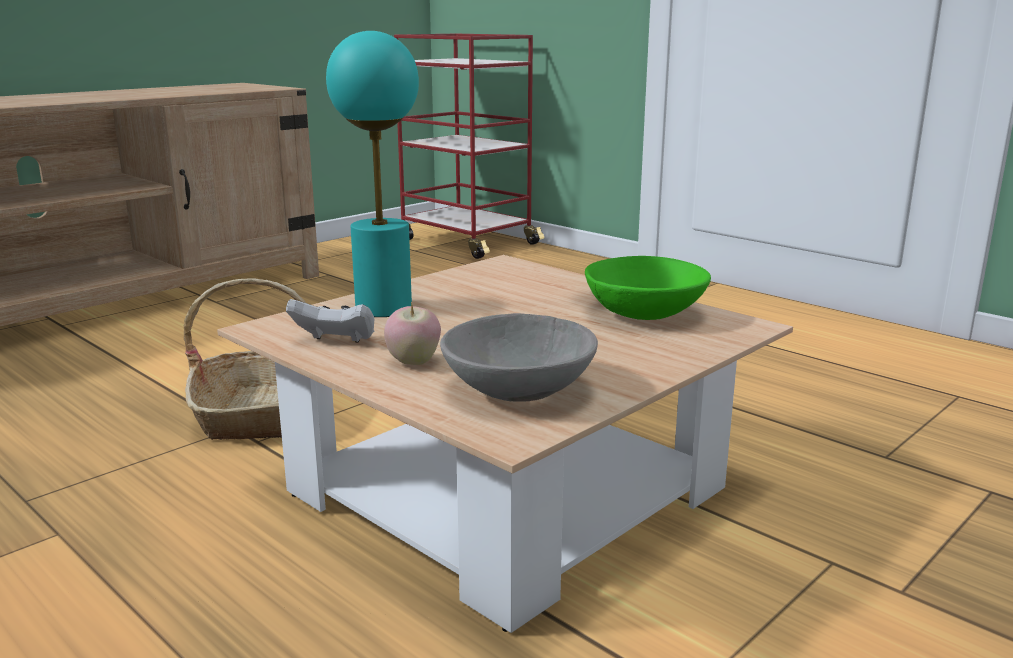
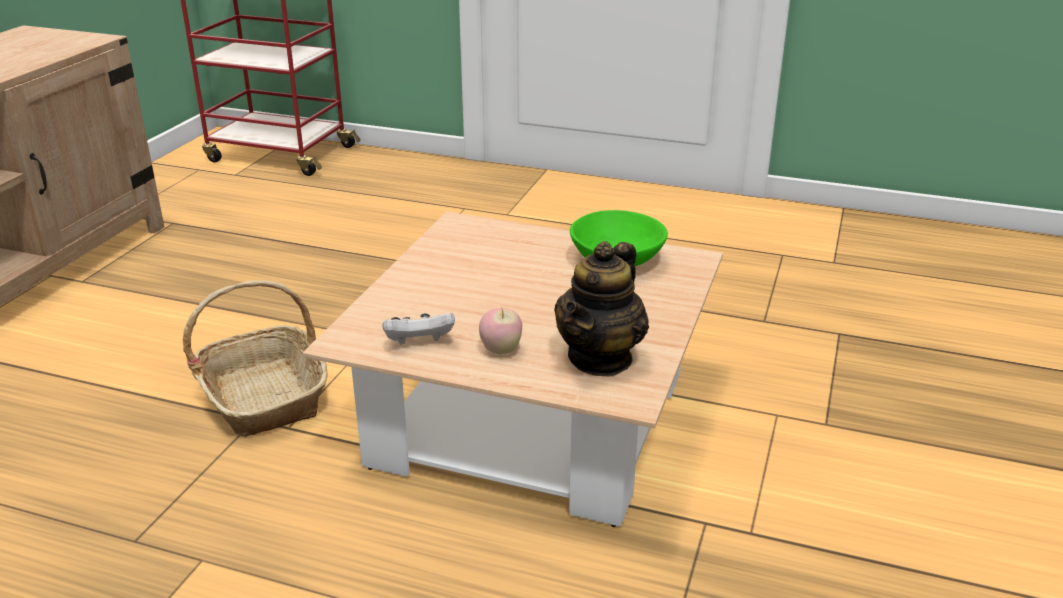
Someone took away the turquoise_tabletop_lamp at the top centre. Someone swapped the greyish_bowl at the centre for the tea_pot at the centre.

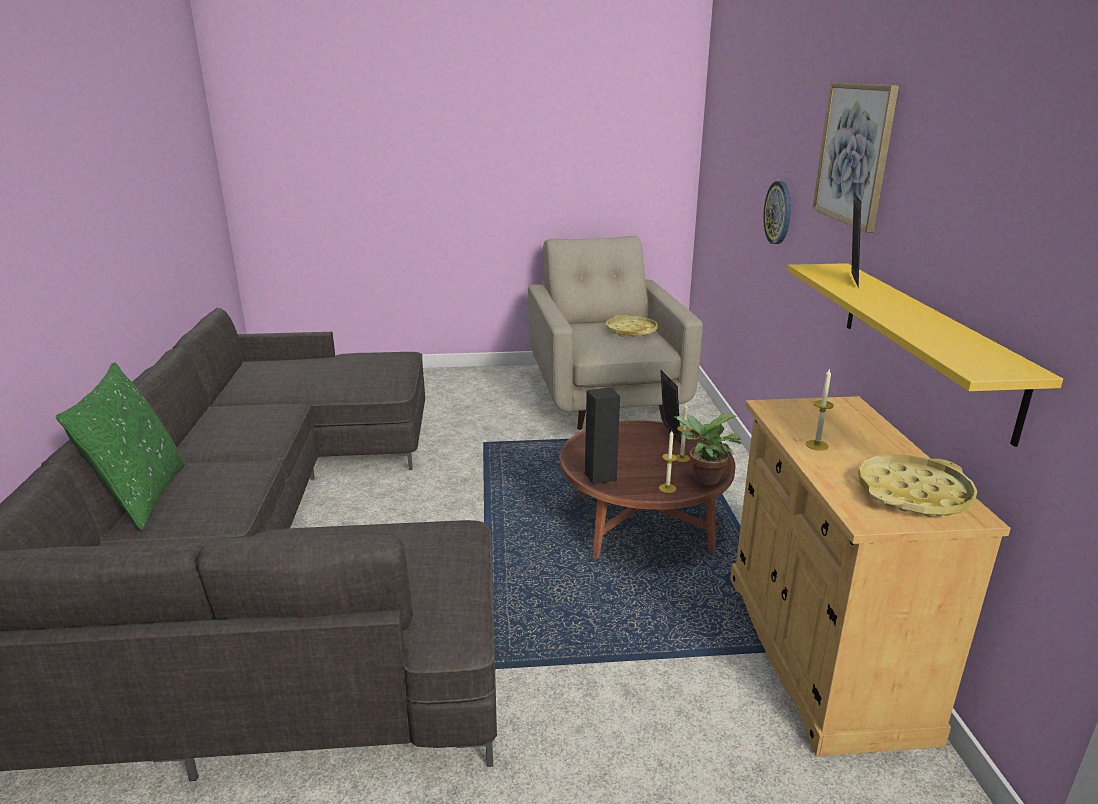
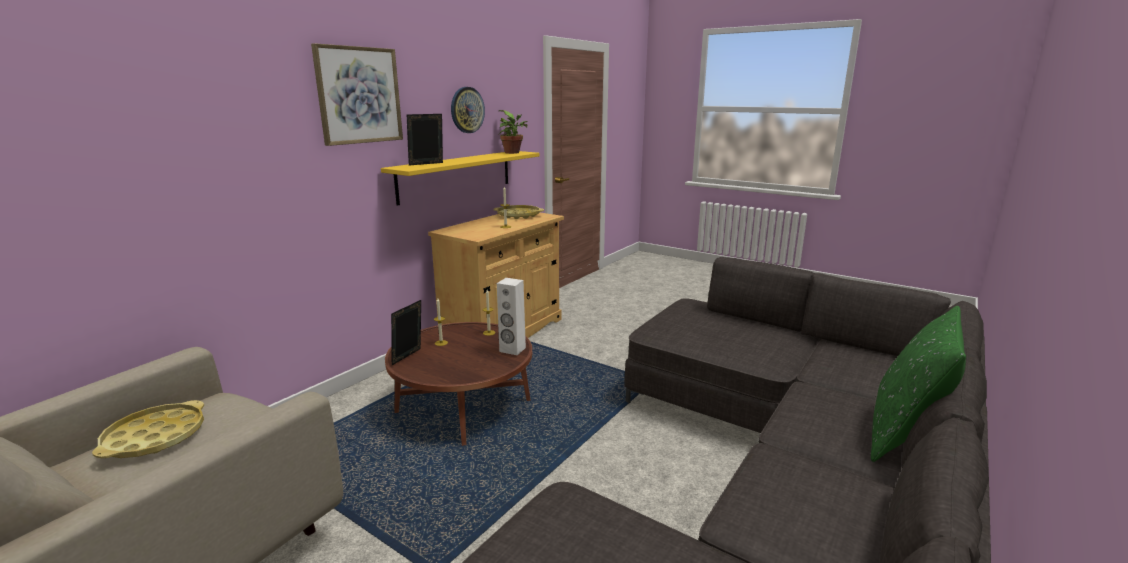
Someone carried the wall_clock from the top right to the top centre. Someone repainted the black-coloured_audio_speaker at the centre, which became the white-coloured_audio_speaker at the centre. Someone carried the plant_in_a_pot from the centre to the top centre.

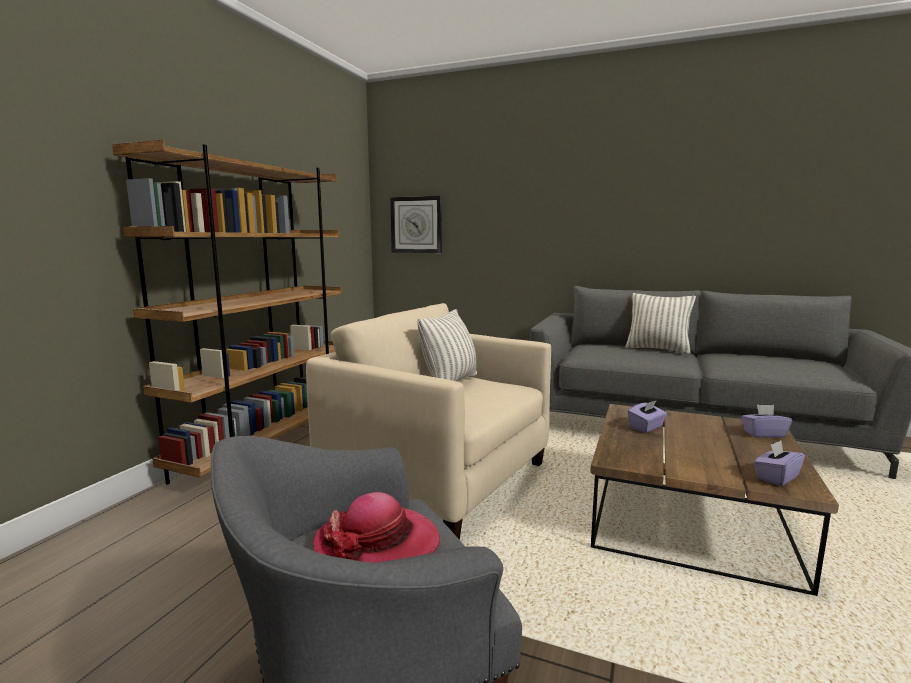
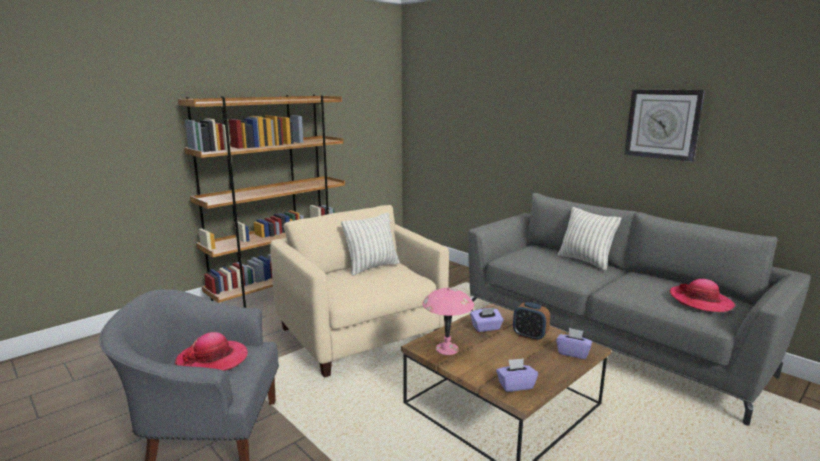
Someone carried the wall_clock from the top centre to the top right. Someone put down the wearable_hat (2nd from left) at the middle right. Someone put down the pink_tabletop_lamp at the bottom centre. Someone put down the table_clock at the bottom centre.

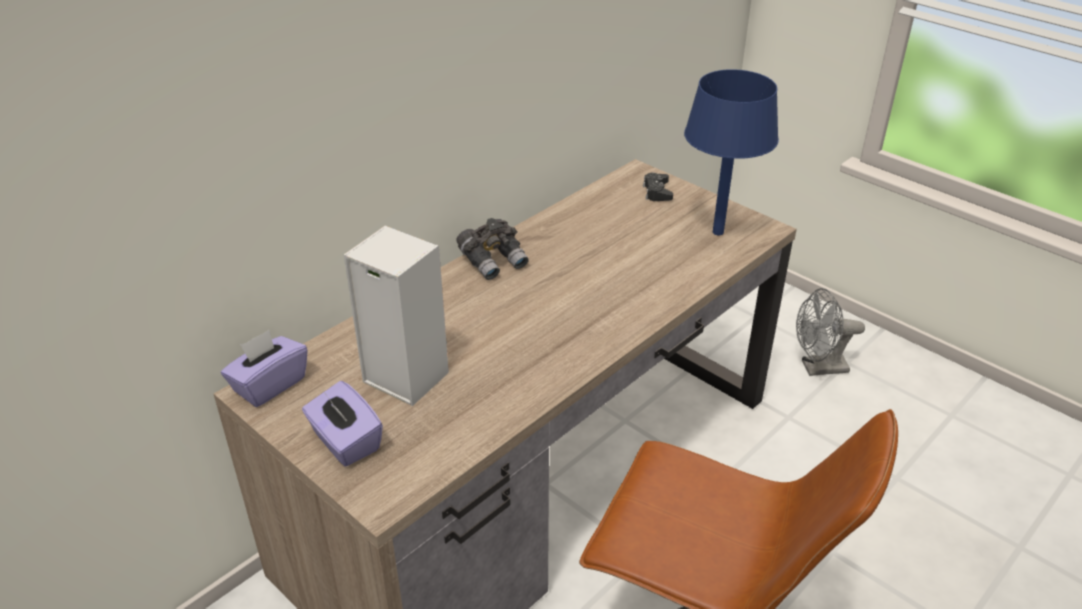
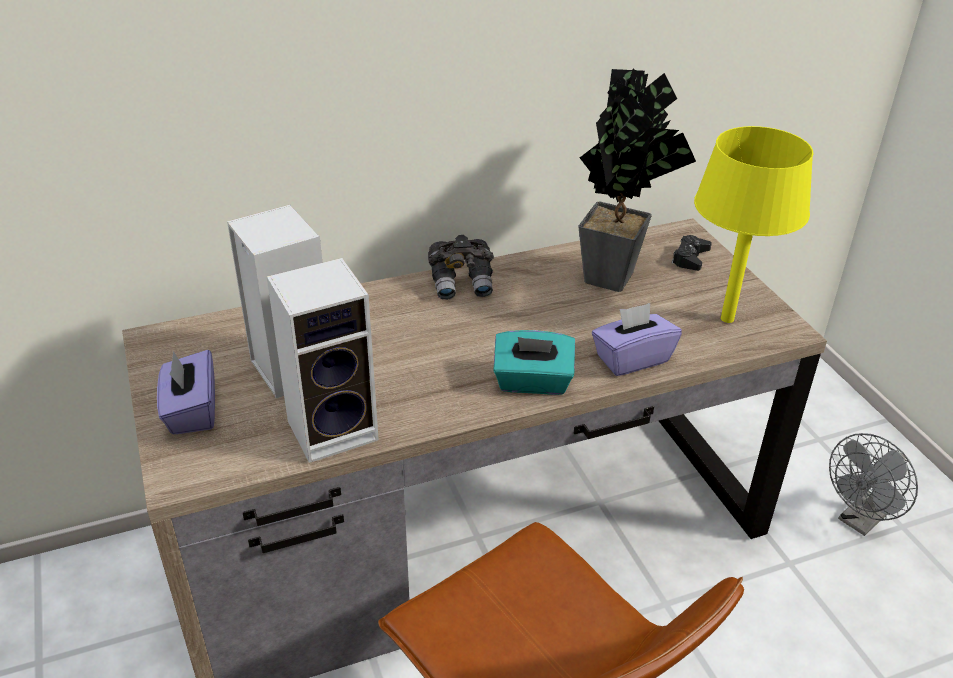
Someone repainted the blue-coloured_tabletop_lamp at the top right, which became the yellow_tabletop_lamp at the top right. Someone rotated the greyish_electric_fan at the middle right by 60 degrees counterclockwise. Someone carried the purplish_tissue_holder (1st from left in the first image) from the middle left to the middle right. Someone put down the plant_in_a_pot at the top right. Someone put down the audio_speaker (2nd from left) at the centre. Someone put down the turquoise_tissue_holder at the centre.

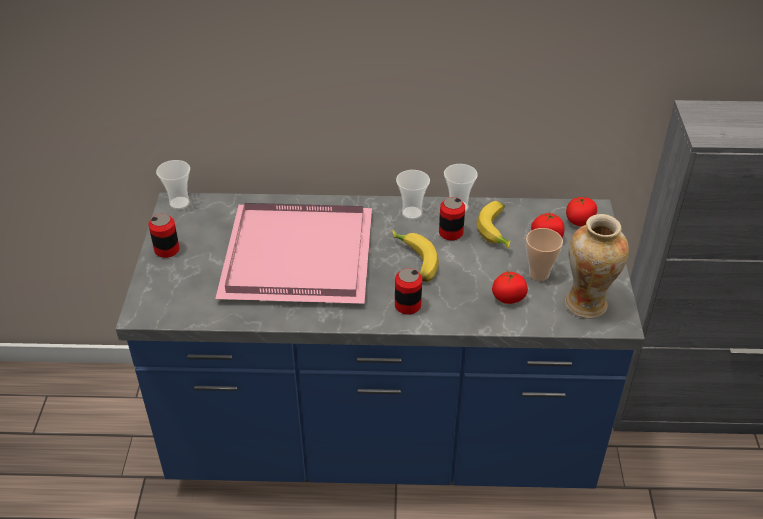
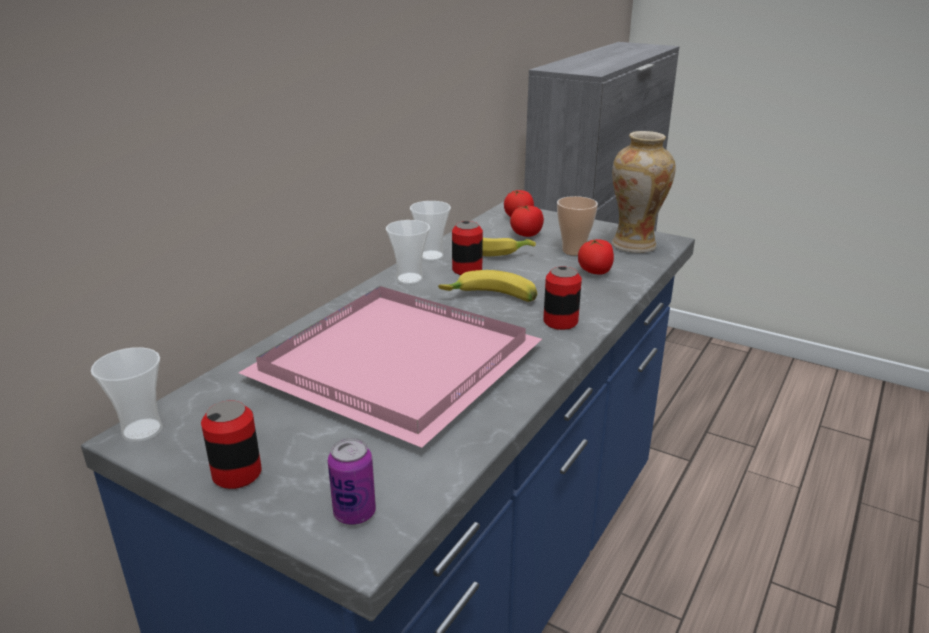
Someone put down the sealed_can (2nd from left) at the bottom centre.

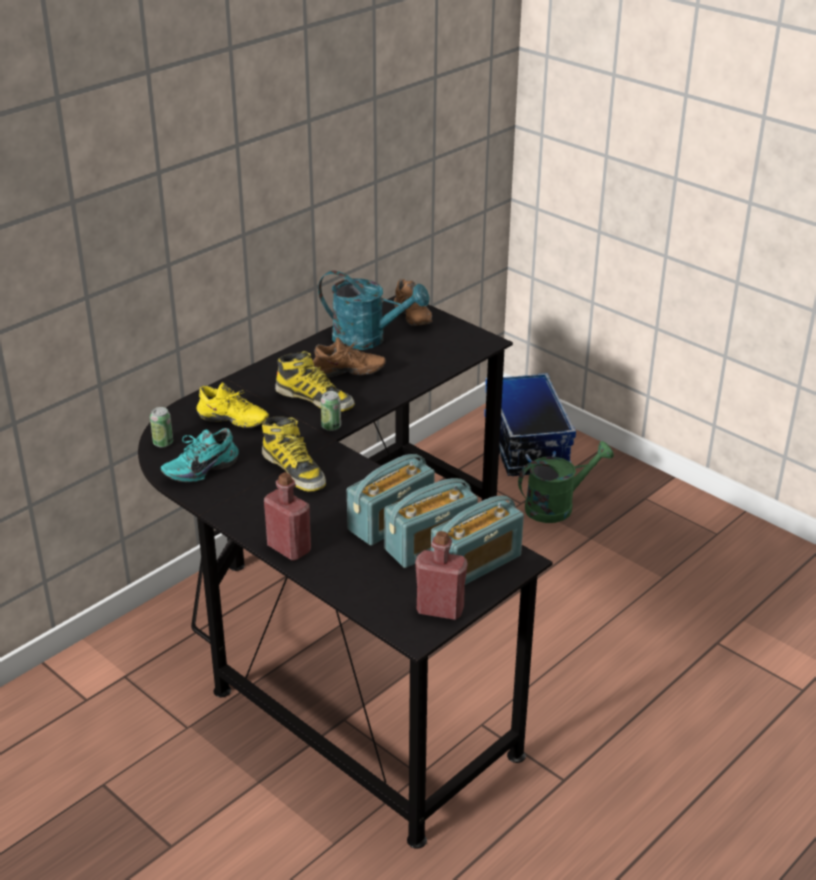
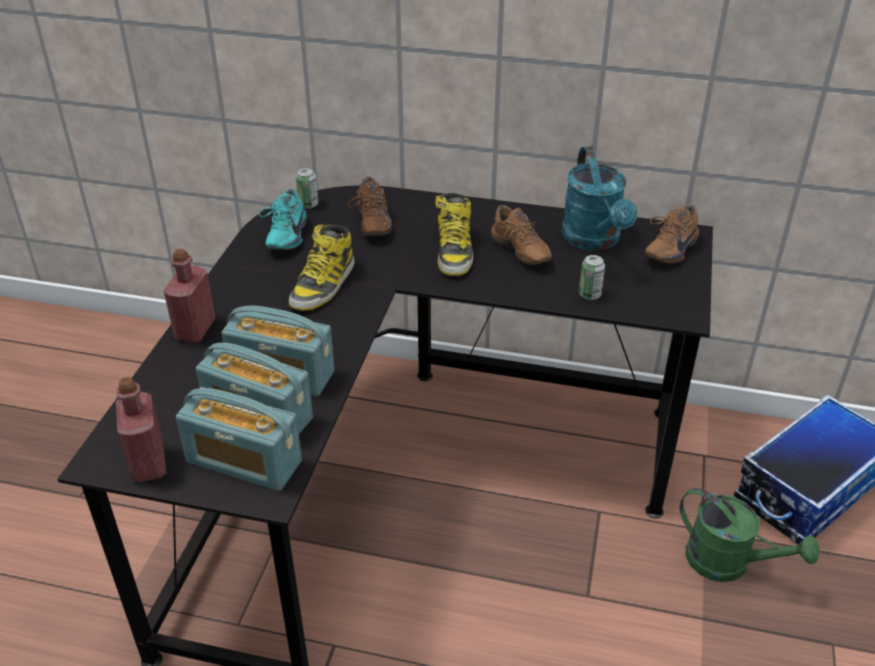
Someone repainted the yellow_item_of_footwear at the middle left, which became the brown-coloured_item_of_footwear (1st from left) at the top centre. Someone carried the sealed_can (2nd from left) from the centre to the middle right. Someone rotated the turquoise_item_of_footwear at the middle left by 105 degrees counterclockwise.

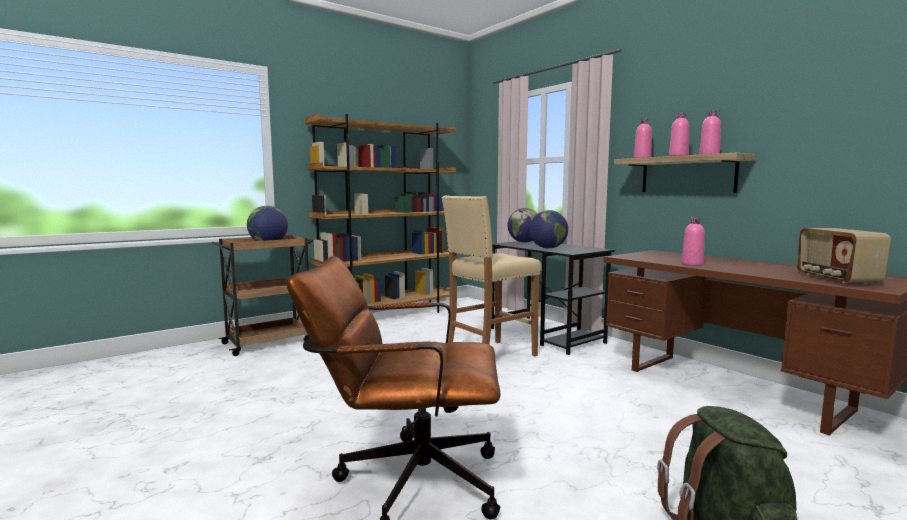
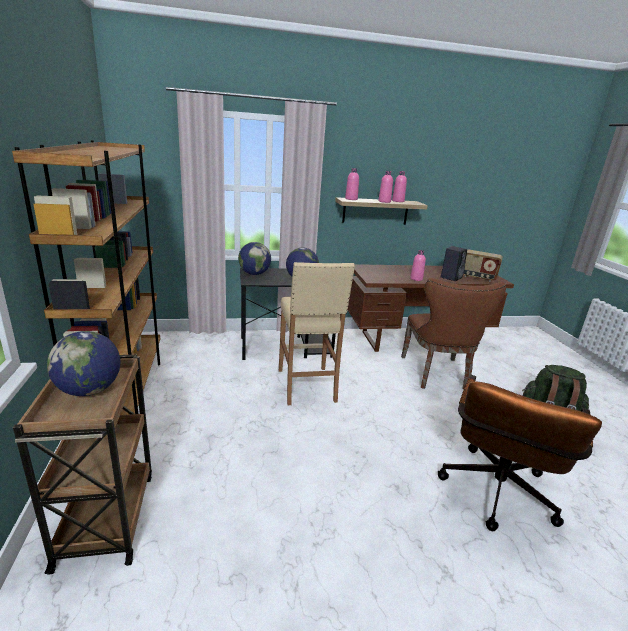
Someone put down the black-coloured_audio_speaker at the middle right. Someone put down the brown-coloured_upright_chair at the middle right.

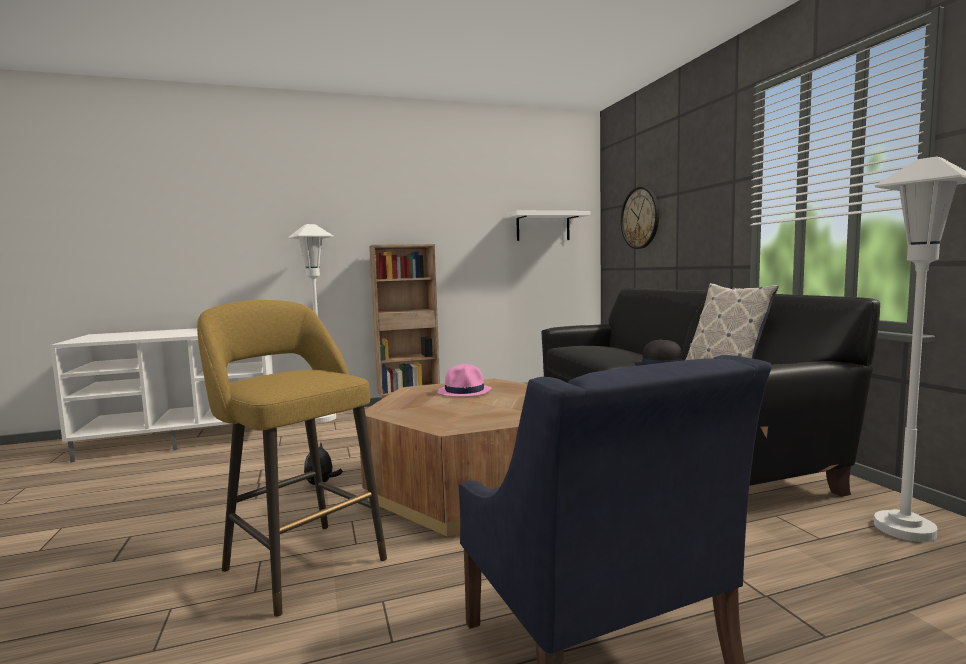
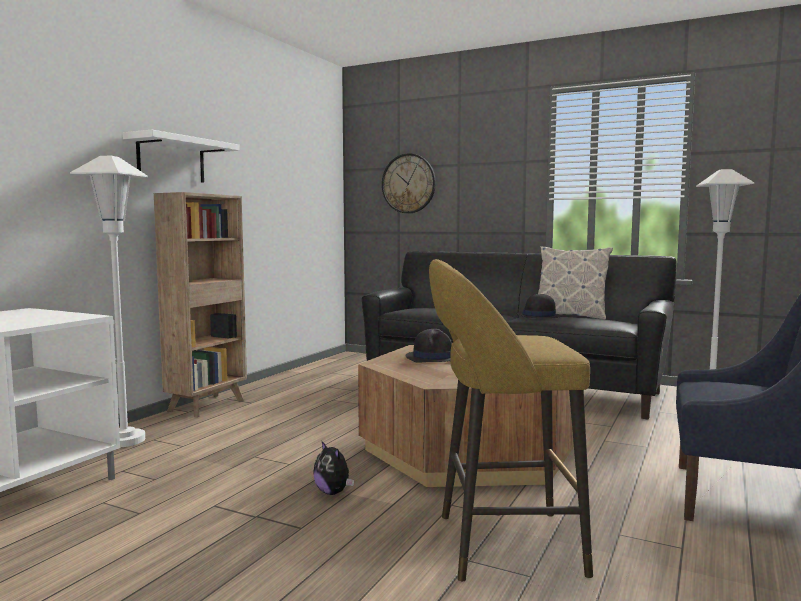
Someone carried the white-coloured_shelf from the centre to the top left. Someone repainted the pink_wearable_hat at the centre, which became the black-coloured_wearable_hat (1st from left) at the centre.

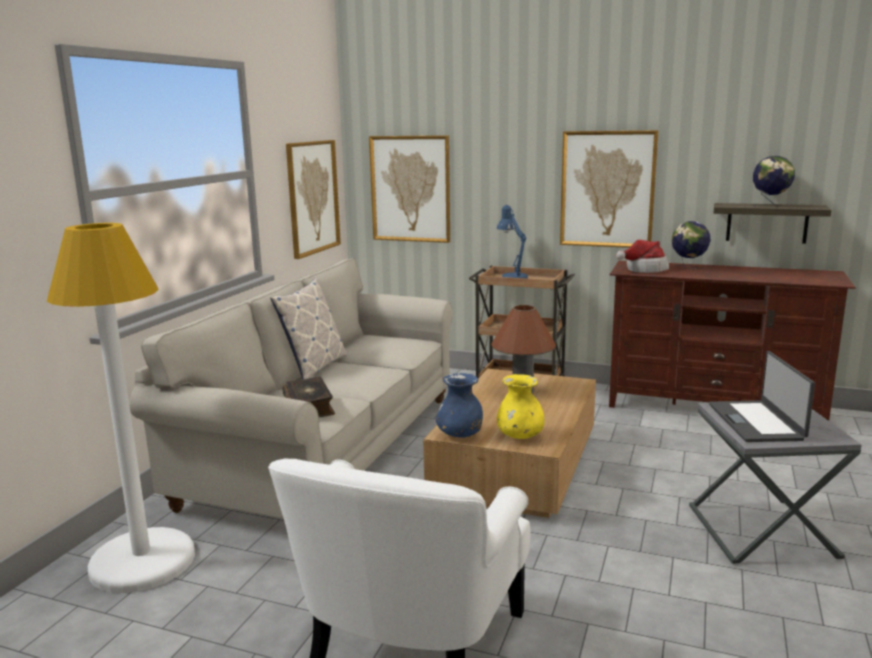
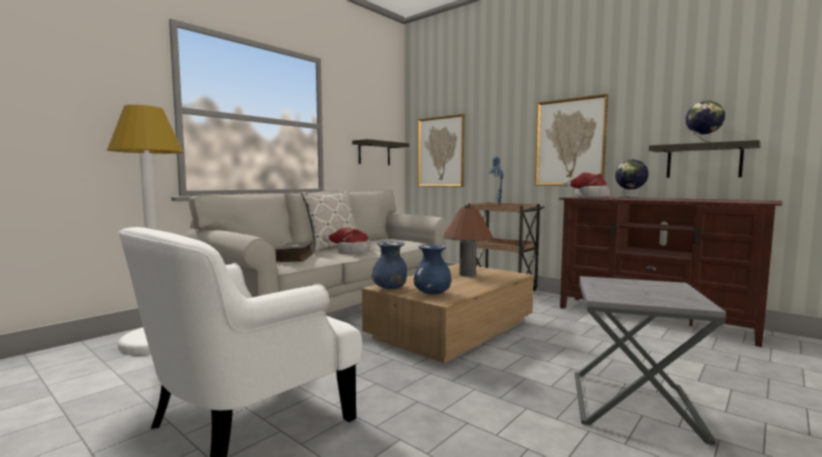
Someone swapped the picture (1st from left) at the top centre for the shelf (1st from left) at the top centre. Someone took away the notebook_computer at the middle right. Someone repainted the yellow_flower_vase at the centre, which became the blue-coloured_flower_vase (2nd from left) at the centre. Someone put down the wearable_hat (1st from left) at the centre.

